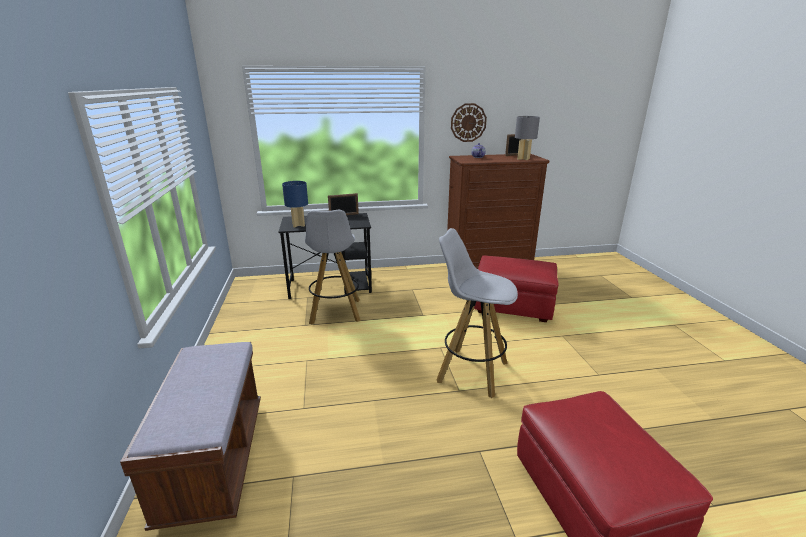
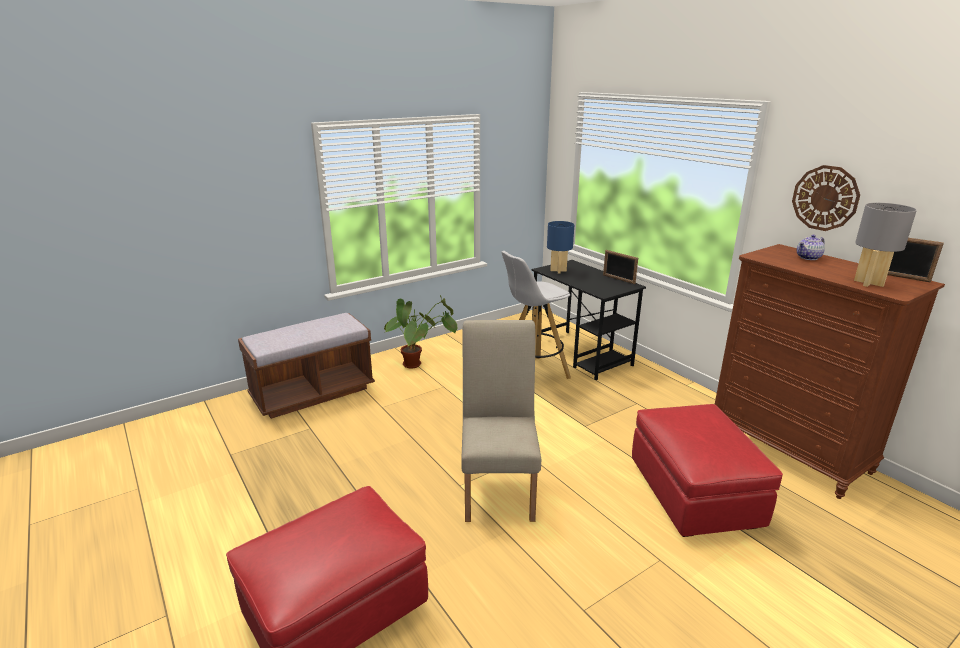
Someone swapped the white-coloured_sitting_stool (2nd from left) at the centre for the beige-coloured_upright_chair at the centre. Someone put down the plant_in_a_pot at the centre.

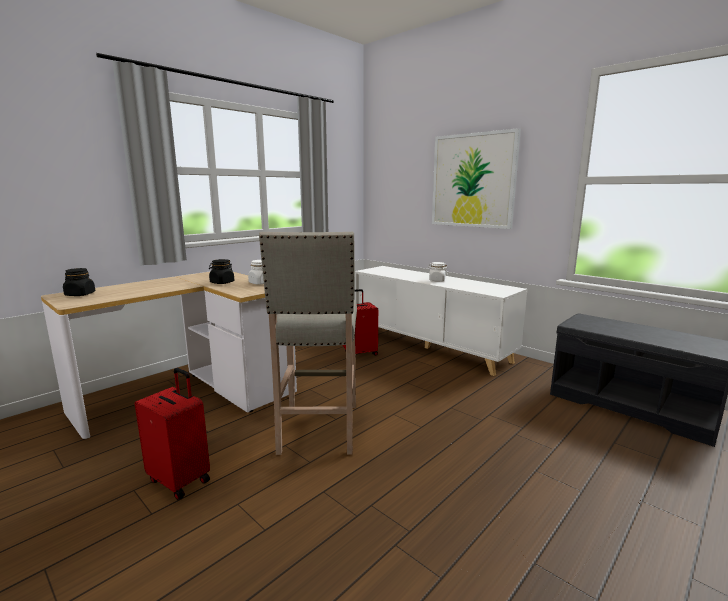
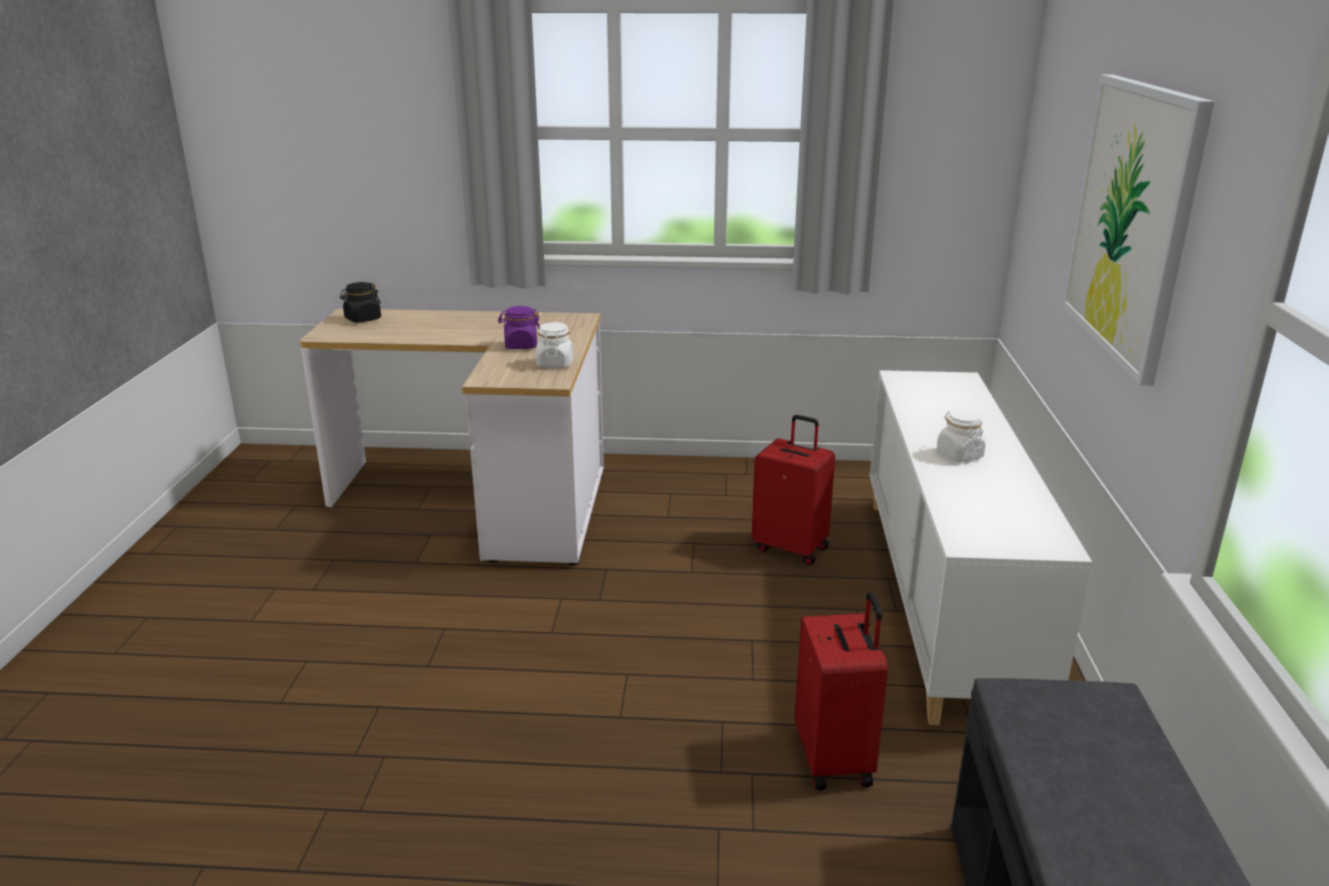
Someone took away the beige-coloured_sitting_stool at the centre. Someone repainted the black-coloured_preserve_jar (2nd from left) at the middle left, which became the purplish_preserve_jar at the centre. Someone carried the red-coloured_suitcase (1st from left in the first image) from the bottom left to the bottom centre.

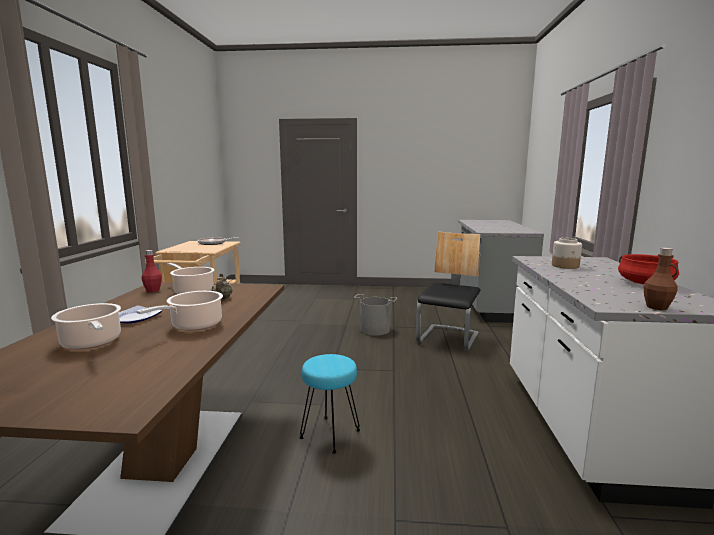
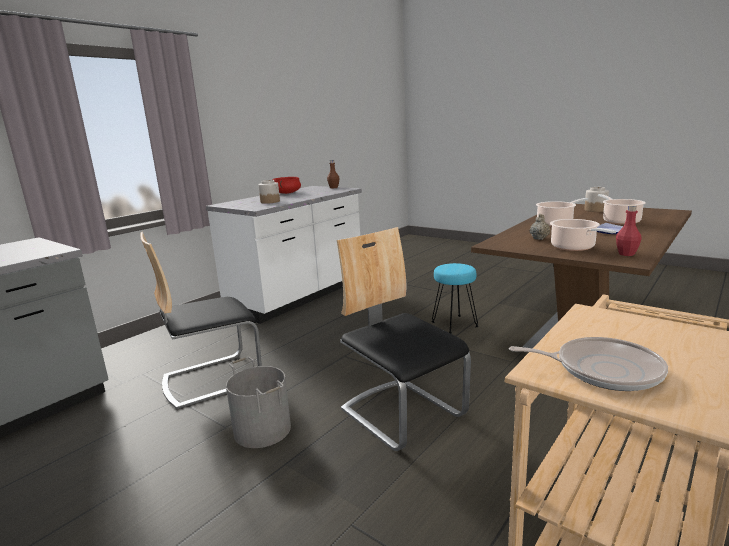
Someone put down the preserve_jar (2nd from left) at the middle right. Someone put down the upright_chair (2nd from left) at the centre.

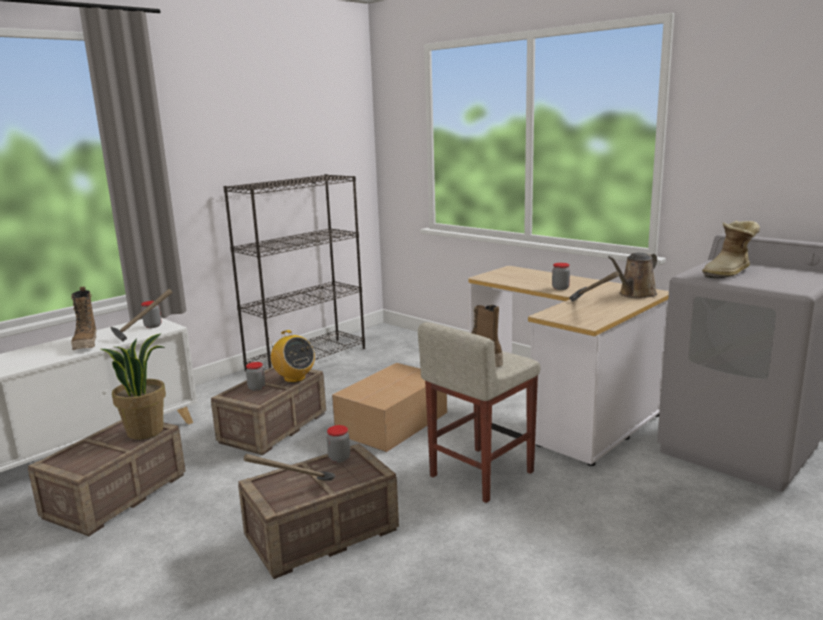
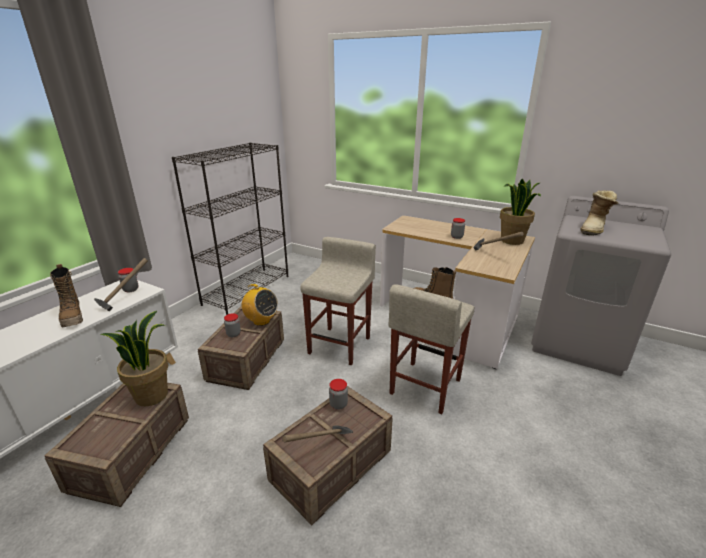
Someone swapped the brown-coloured_sprinkling_can at the middle right for the plant_in_a_pot (2nd from left) at the middle right. Someone swapped the carton at the centre for the beige-coloured_sitting_stool (1st from left) at the centre.

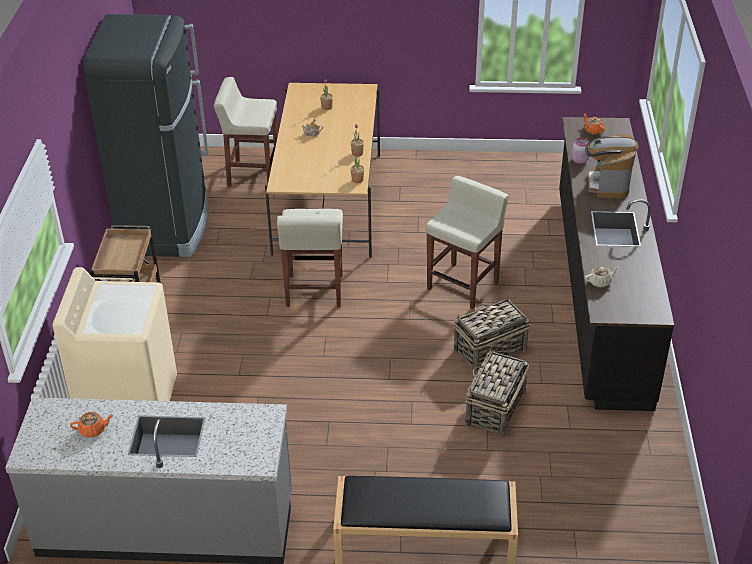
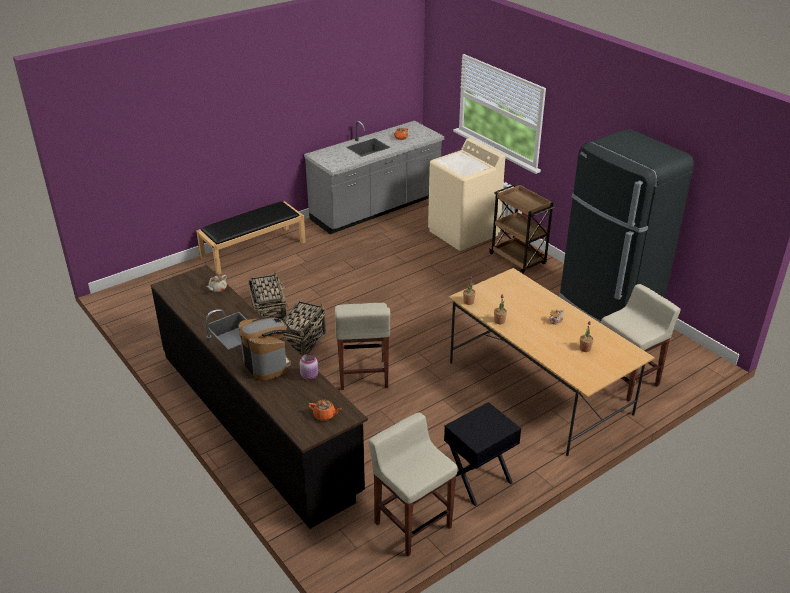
Someone carried the beige-coloured_sitting_stool (2nd from left) from the centre to the bottom centre. Someone put down the black-coloured_night_table at the bottom centre.

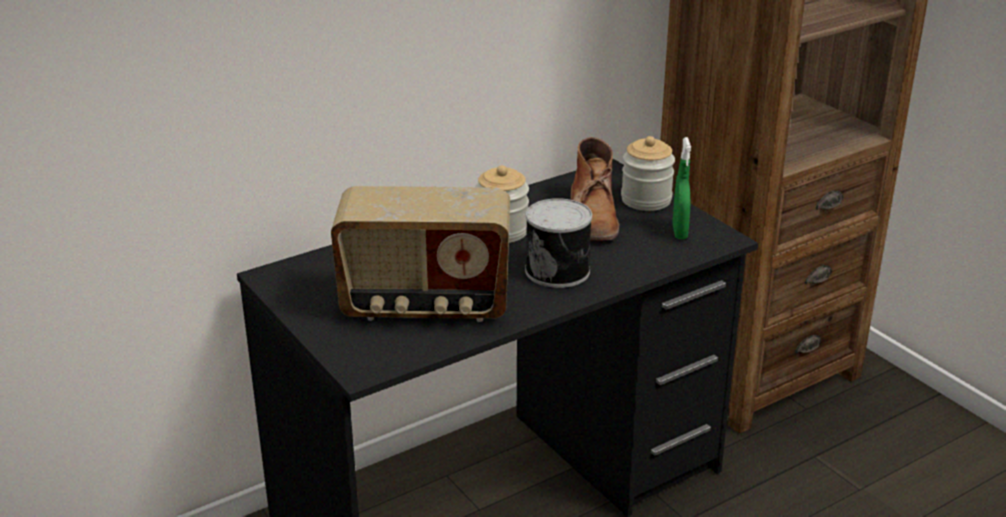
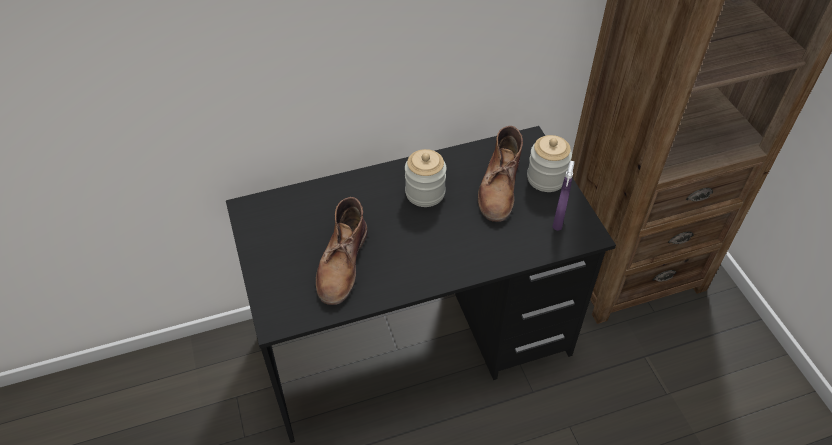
Someone repainted the greenish_spray_bottle at the middle right, which became the purplish_spray_bottle at the middle right. Someone swapped the radio_set at the centre for the brown-coloured_boot (1st from left) at the centre. Someone took away the sealed_can at the centre.

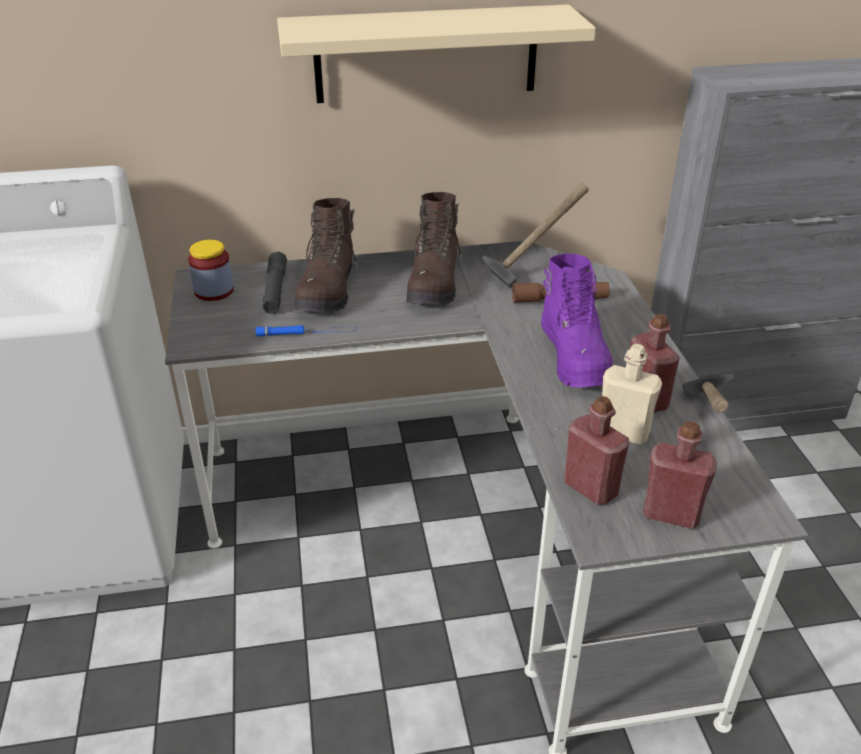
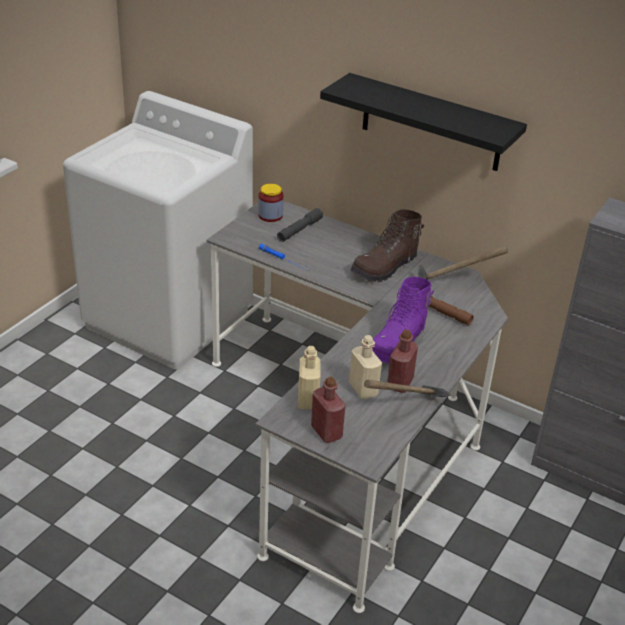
Someone repainted the beige-coloured_shelf at the top centre, which became the black-coloured_shelf at the top right. Someone took away the brown-coloured_boot (1st from left) at the centre. Someone repainted the red-coloured_drink_bottle (1st from left) at the middle right, which became the beige-coloured_drink_bottle (1st from left) at the centre.

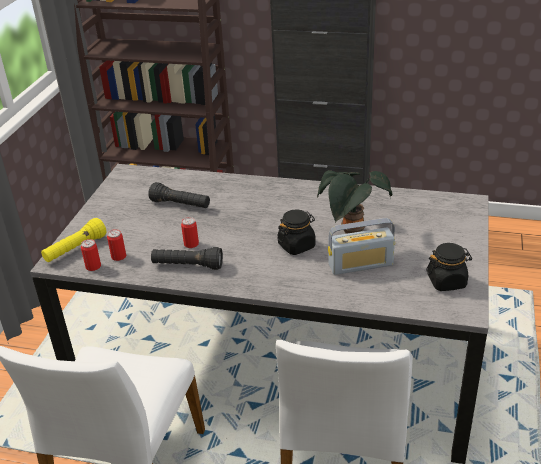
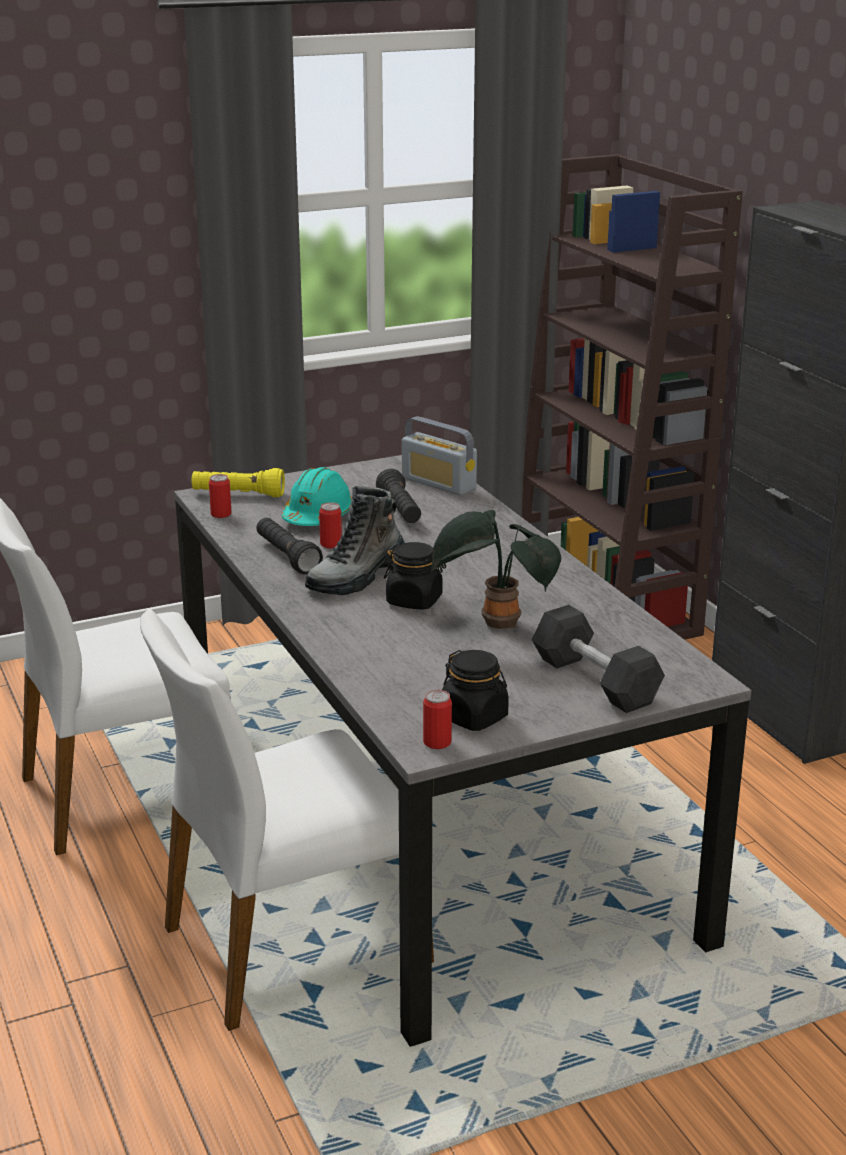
Someone carried the radio_set from the middle right to the centre. Someone carried the sealed_can (2nd from left in the first image) from the middle left to the centre. Someone put down the turquoise_safety_helmet at the centre. Someone put down the boot at the centre. Someone put down the black-coloured_hand_weight at the middle right.

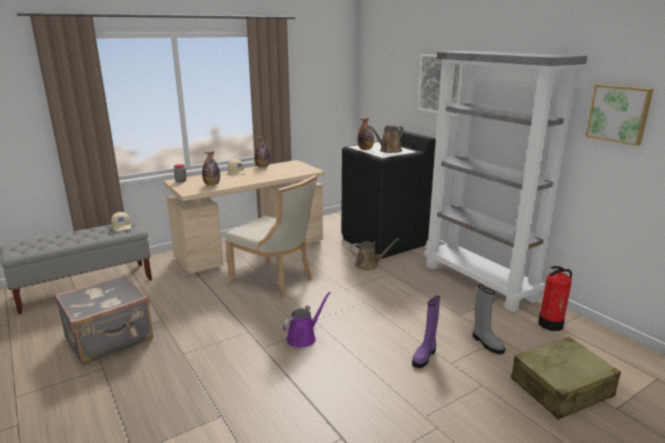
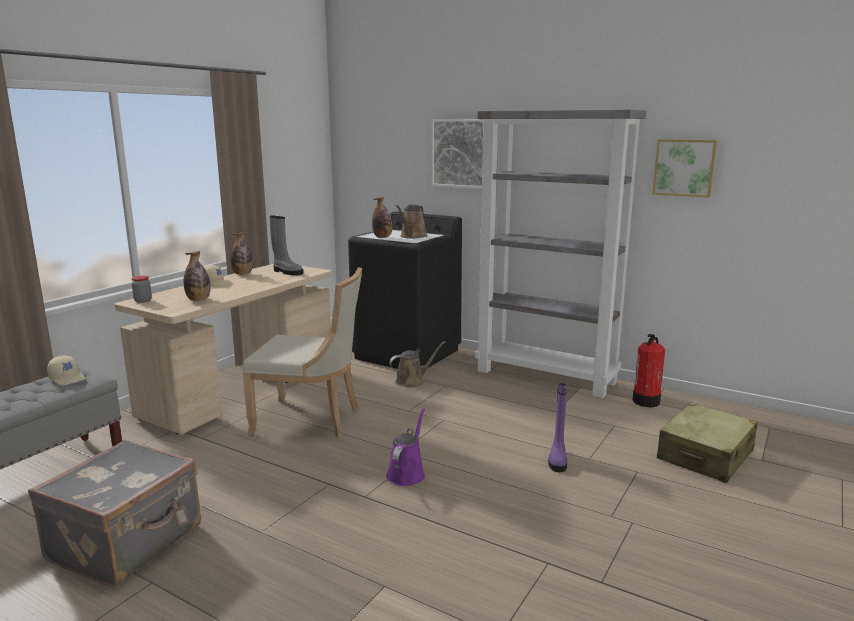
Someone carried the greyish_boot from the bottom right to the centre.

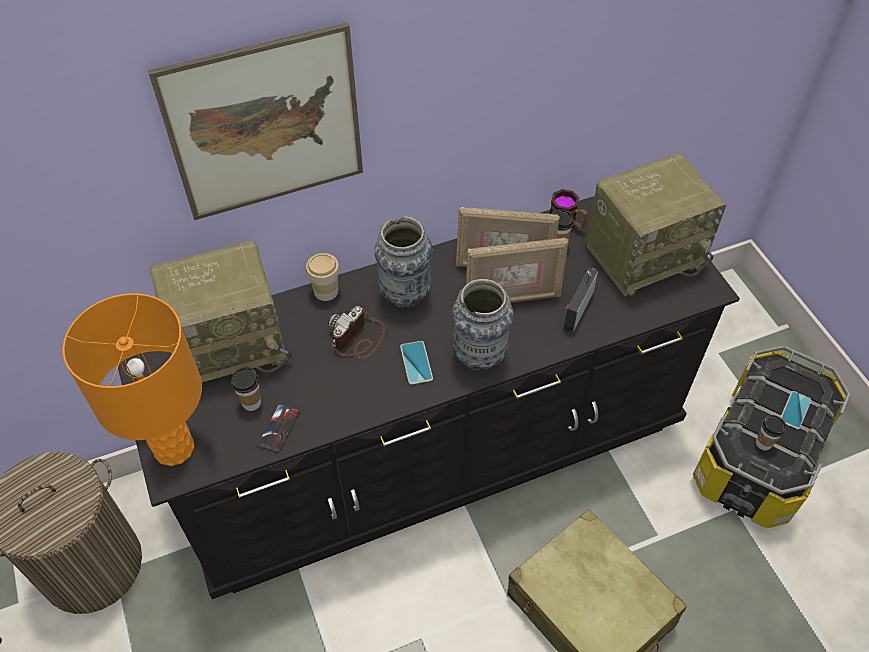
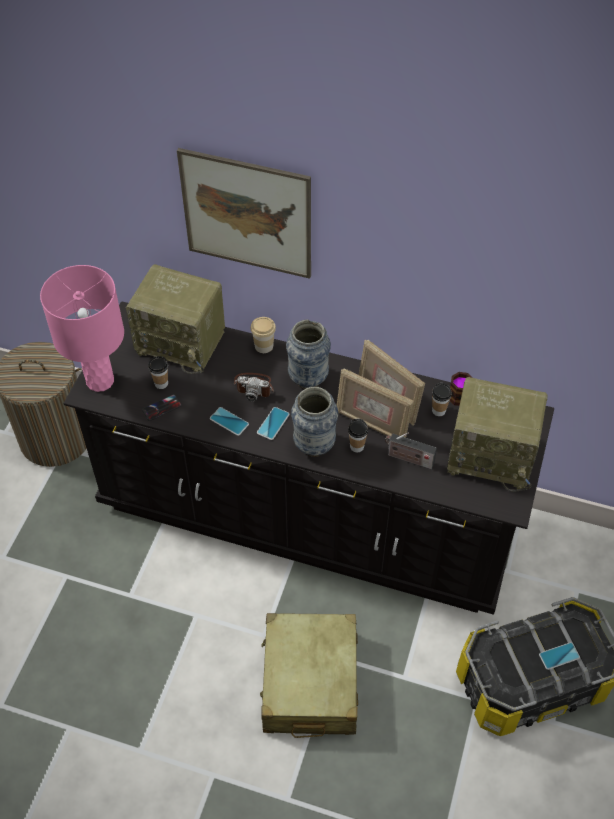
Someone rotated the radio_set (2nd from left) at the middle right by 135 degrees counterclockwise. Someone repainted the orange-coloured_tabletop_lamp at the middle left, which became the pink_tabletop_lamp at the middle left. Someone rotated the photo_camera at the centre by 150 degrees counterclockwise. Someone carried the small_cup (4th from left in the first image) from the middle right to the centre. Someone put down the phone (2nd from left) at the centre.

